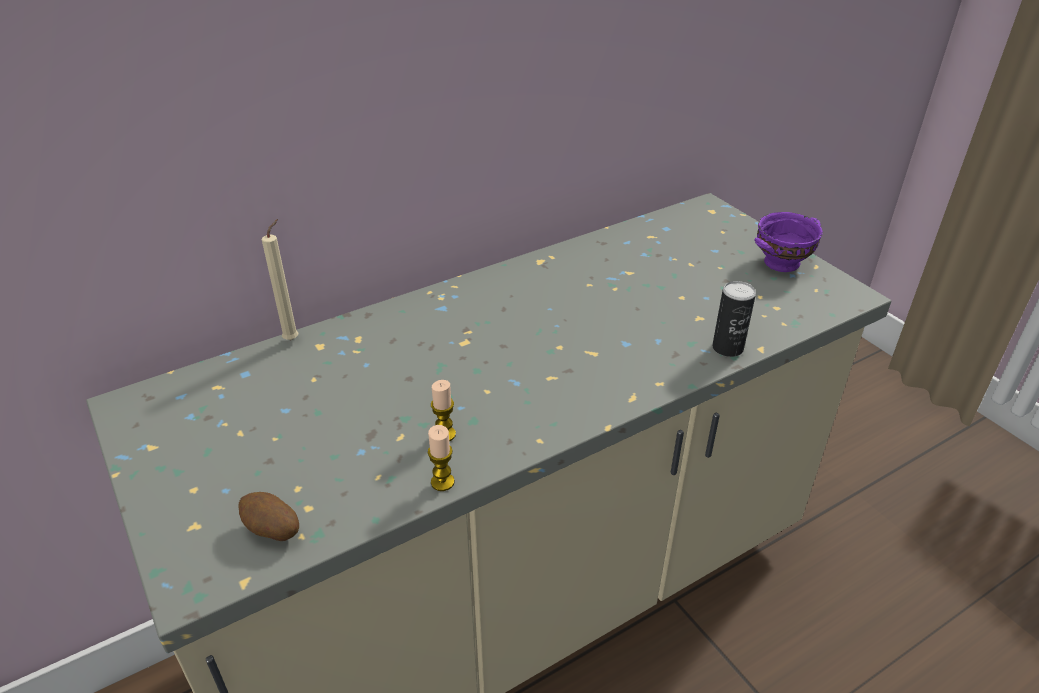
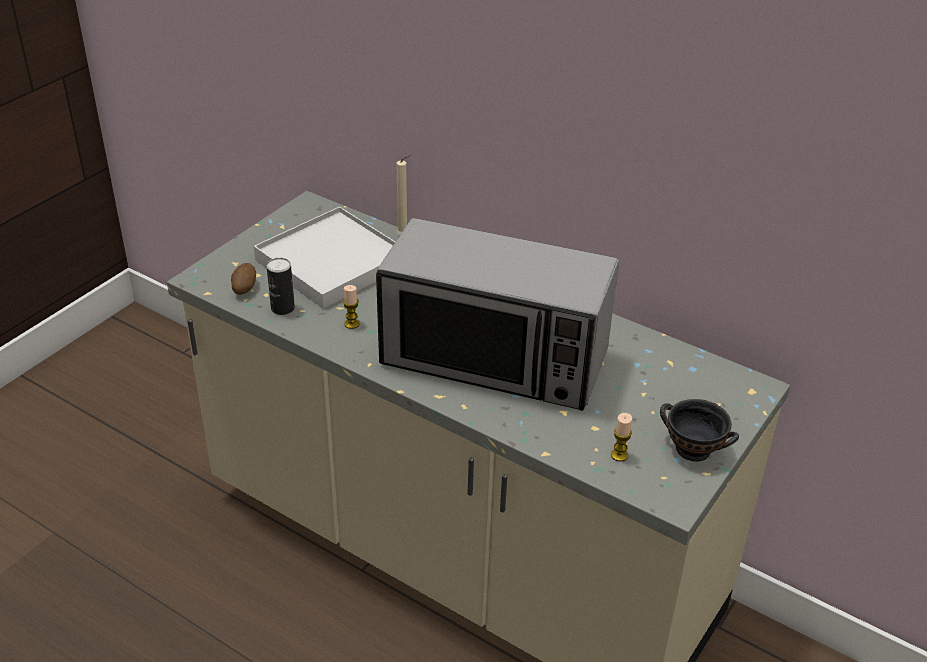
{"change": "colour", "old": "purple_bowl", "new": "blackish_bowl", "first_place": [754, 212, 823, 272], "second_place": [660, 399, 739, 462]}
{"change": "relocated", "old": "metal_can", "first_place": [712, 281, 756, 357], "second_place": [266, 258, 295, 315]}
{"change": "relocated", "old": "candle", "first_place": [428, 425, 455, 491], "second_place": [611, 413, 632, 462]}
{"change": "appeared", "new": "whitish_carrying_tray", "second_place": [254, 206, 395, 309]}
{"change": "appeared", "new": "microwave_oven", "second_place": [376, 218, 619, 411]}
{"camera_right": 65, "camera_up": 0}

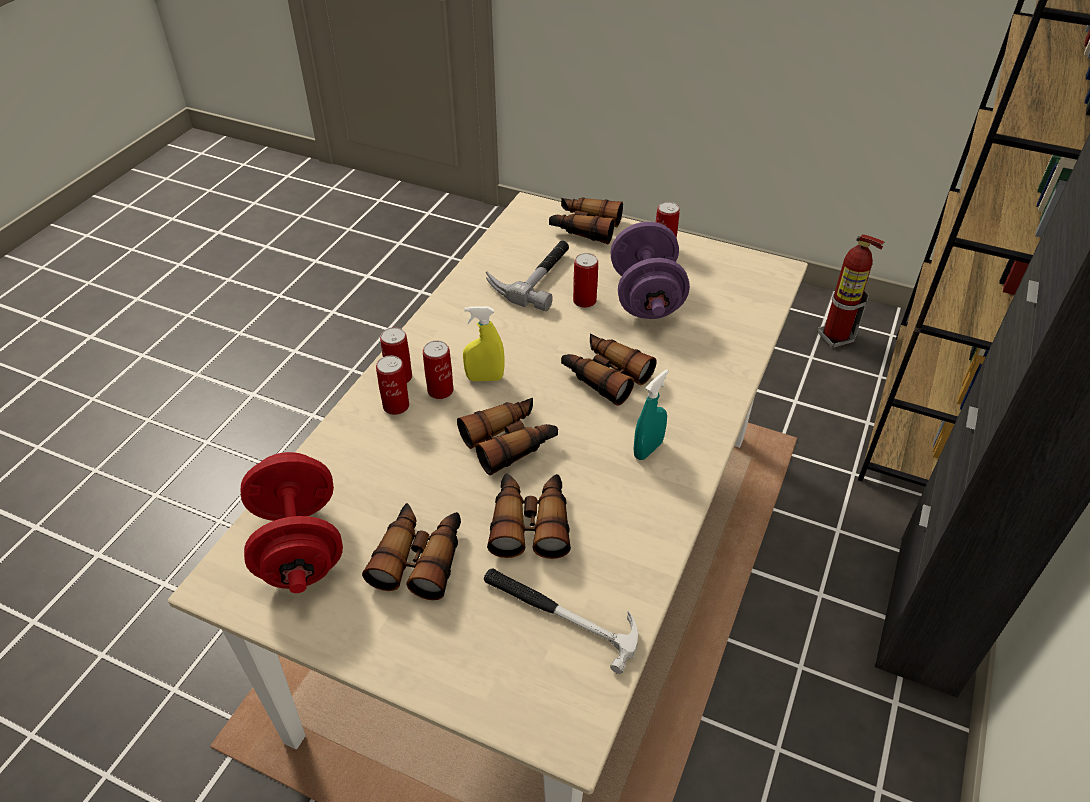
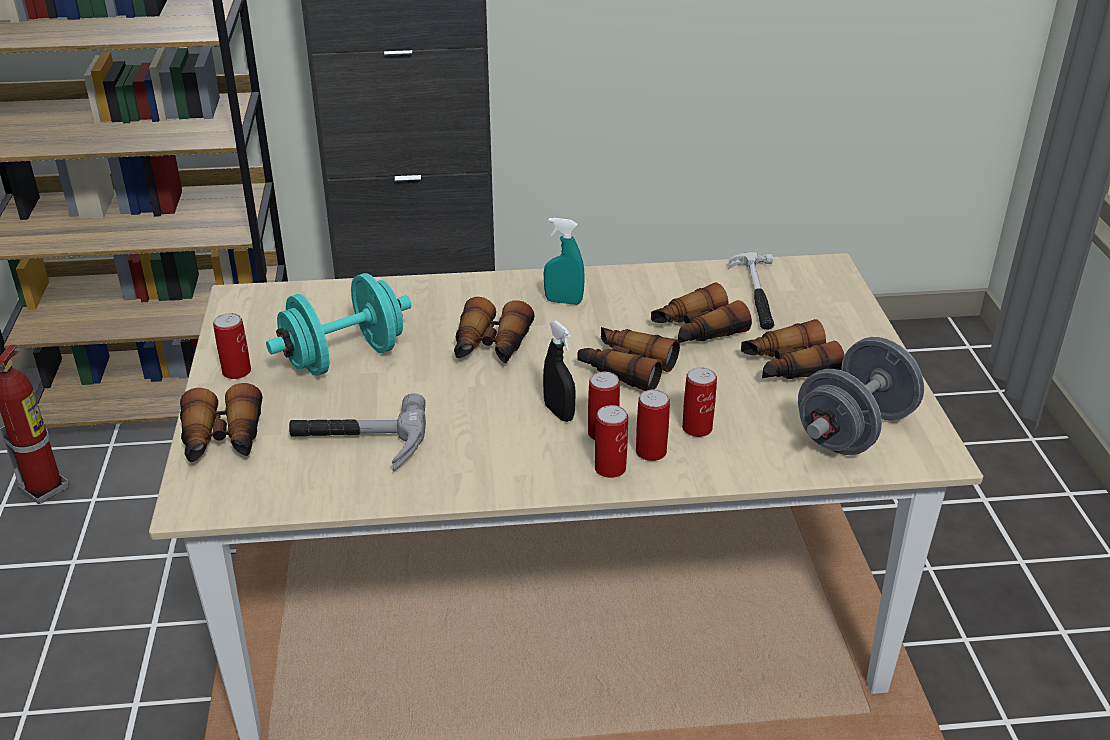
{"change": "colour", "old": "purple_free_weight", "new": "blue-green_free_weight", "first_place": [610, 222, 690, 319], "second_place": [266, 273, 411, 376]}
{"change": "relocated", "old": "metal_can", "first_place": [573, 253, 598, 308], "second_place": [682, 367, 717, 437]}
{"change": "colour", "old": "yellow_spray_bottle", "new": "blackish_spray_bottle", "first_place": [463, 306, 505, 381], "second_place": [543, 320, 576, 422]}
{"change": "colour", "old": "reddish_free_weight", "new": "grey_free_weight", "first_place": [240, 452, 343, 593], "second_place": [798, 337, 924, 455]}
{"camera_right": -120, "camera_up": -10}

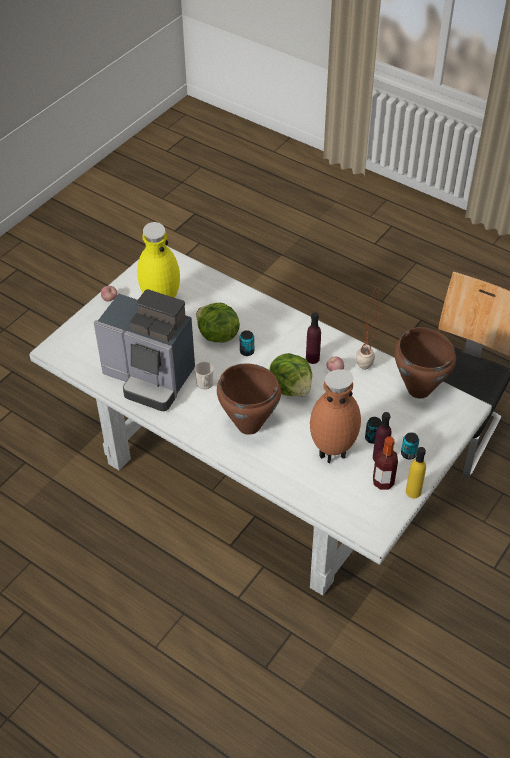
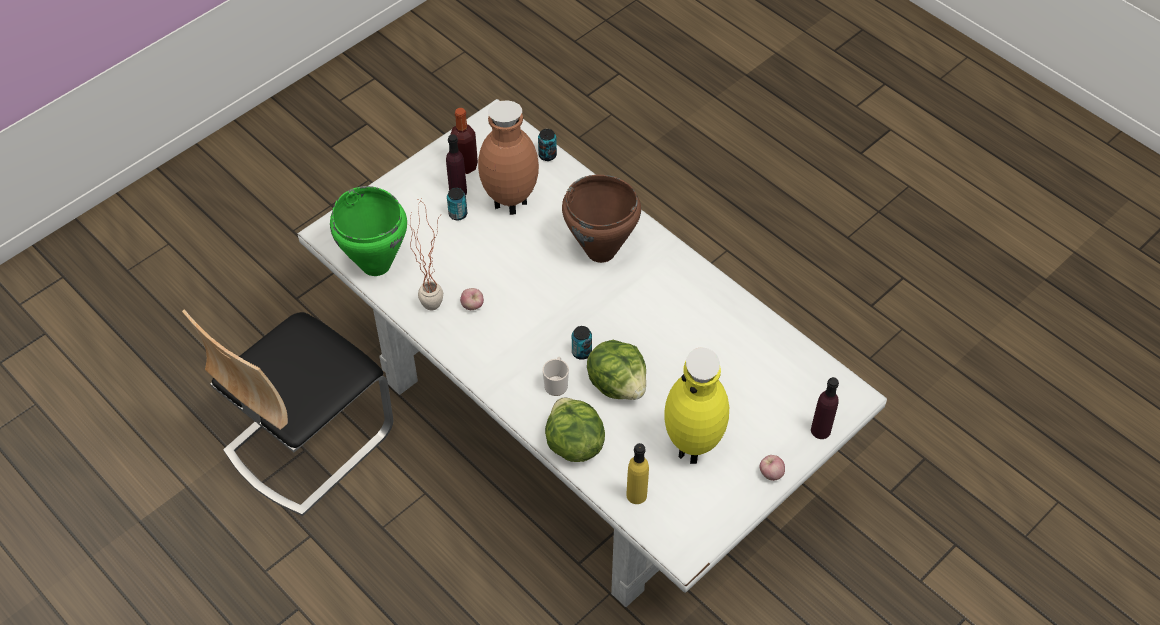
{"change": "missing", "old": "coffee_maker", "first_place": [94, 289, 195, 411]}
{"change": "relocated", "old": "purple_drink_bottle", "first_place": [306, 312, 321, 364], "second_place": [811, 377, 839, 439]}
{"change": "colour", "old": "brown_saucepot", "new": "green_saucepot", "first_place": [395, 327, 456, 399], "second_place": [330, 186, 407, 276]}
{"change": "relocated", "old": "lettuce_head", "first_place": [270, 353, 312, 397], "second_place": [545, 397, 605, 462]}
{"change": "relocated", "old": "coffee_mug", "first_place": [194, 361, 214, 389], "second_place": [542, 357, 569, 396]}
{"change": "relocated", "old": "metal_can", "first_place": [401, 432, 419, 459], "second_place": [538, 129, 557, 161]}
{"change": "relocated", "old": "yellow_drink_bottle", "first_place": [406, 447, 426, 499], "second_place": [626, 443, 649, 504]}
{"camera_right": -170, "camera_up": 5}

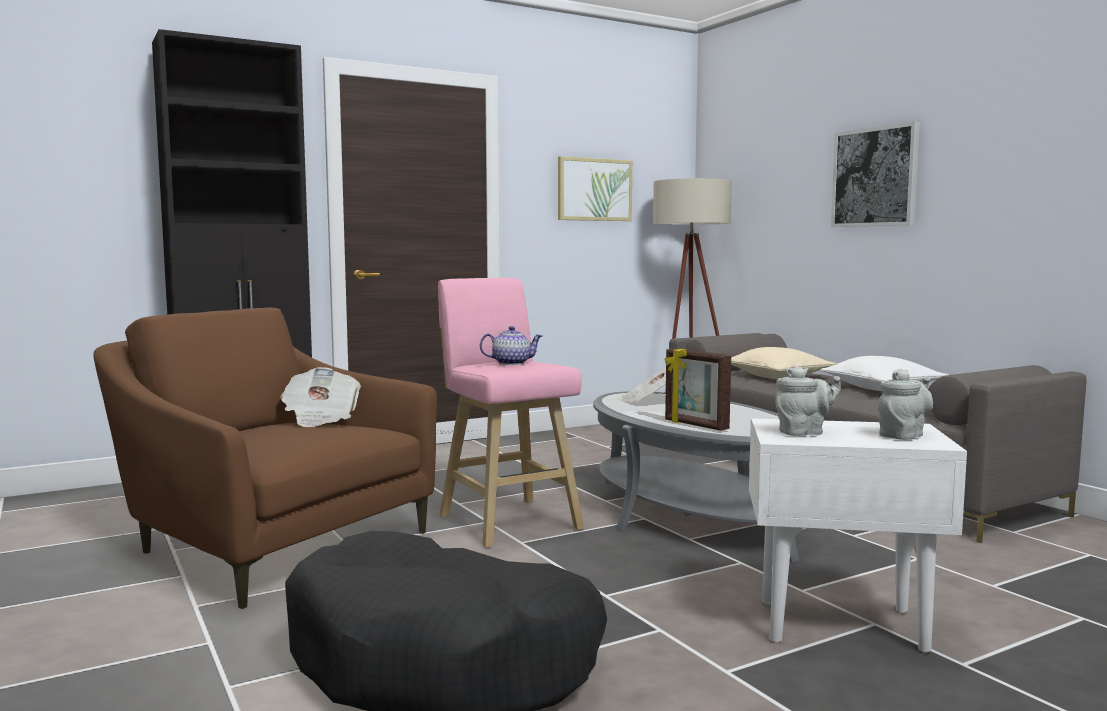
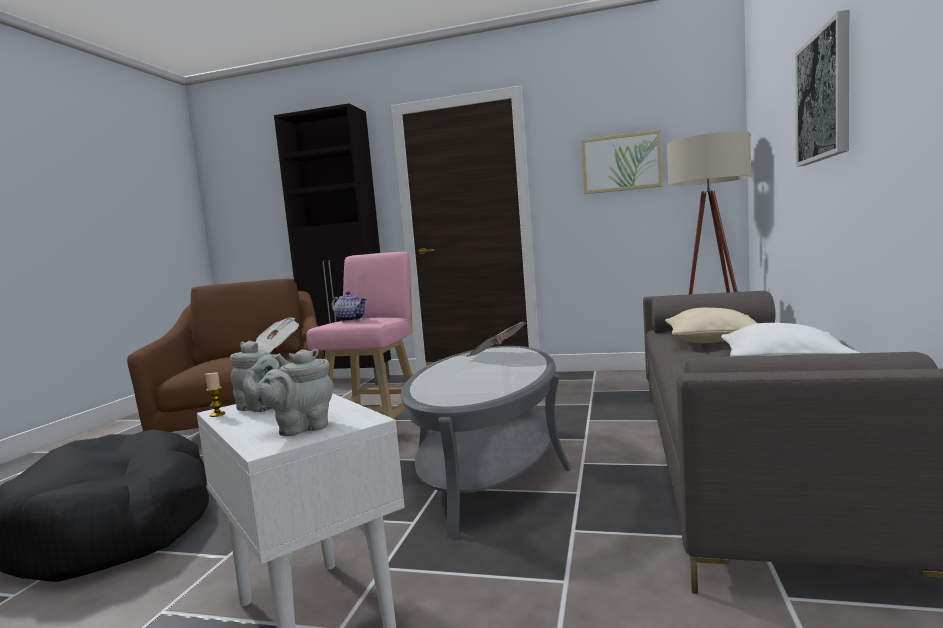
{"change": "missing", "old": "picture_frame", "first_place": [665, 348, 731, 431]}
{"change": "spun", "old": "grey_pot_for_tea", "first_place": [878, 369, 933, 440], "second_place": [243, 349, 334, 436], "degrees": 150}
{"change": "appeared", "new": "candle", "second_place": [205, 372, 225, 417]}
{"camera_right": 45, "camera_up": 0}

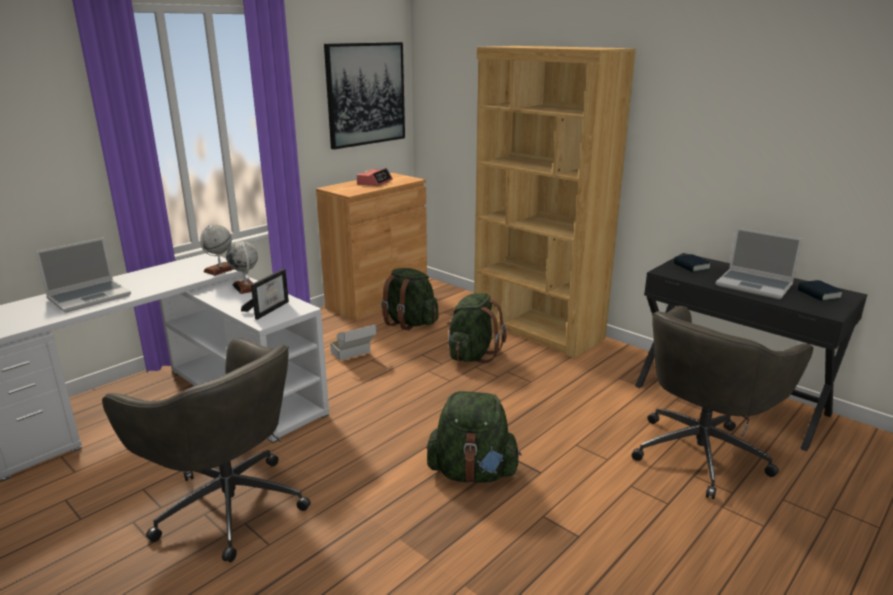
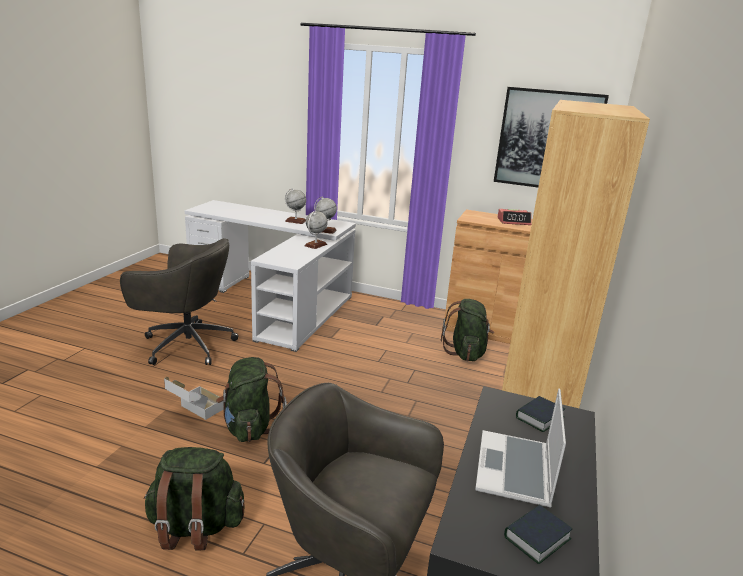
{"change": "missing", "old": "laptop", "first_place": [36, 238, 131, 313]}
{"change": "missing", "old": "picture_frame", "first_place": [241, 269, 289, 320]}
{"change": "relocated", "old": "green_backpack", "first_place": [447, 293, 506, 364], "second_place": [144, 447, 245, 551]}
{"change": "relocated", "old": "packing_box", "first_place": [330, 324, 377, 361], "second_place": [164, 377, 224, 420]}
{"change": "spun", "old": "grey_desk_chair", "first_place": [102, 338, 311, 562], "second_place": [120, 238, 238, 365], "degrees": -90}
{"change": "appeared", "new": "globe", "second_place": [285, 188, 306, 224]}
{"camera_right": 65, "camera_up": 0}

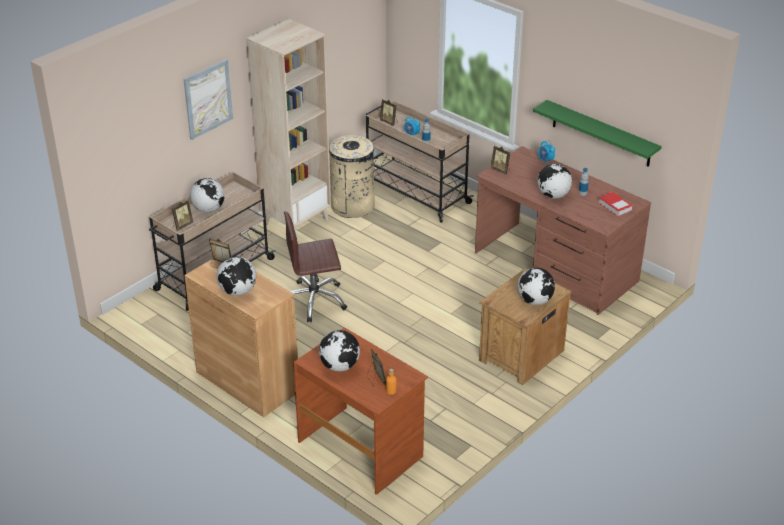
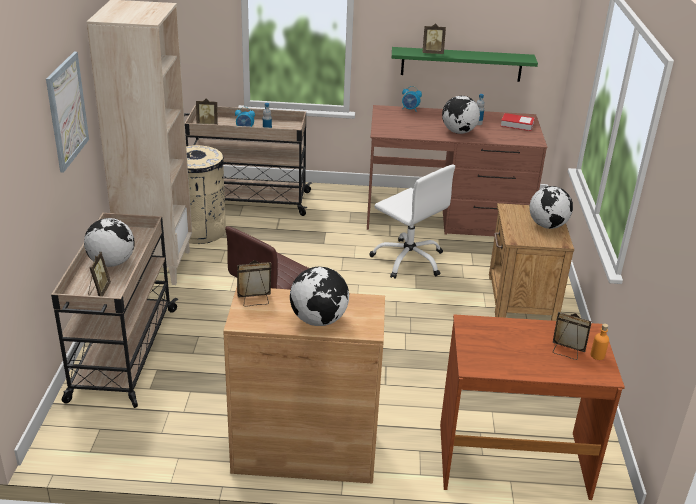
{"change": "relocated", "old": "picture_frame", "first_place": [491, 146, 510, 175], "second_place": [422, 23, 446, 54]}
{"change": "missing", "old": "globe", "first_place": [319, 330, 360, 372]}
{"change": "appeared", "new": "whitish_desk_chair", "second_place": [369, 165, 455, 279]}
{"camera_right": -40, "camera_up": -5}

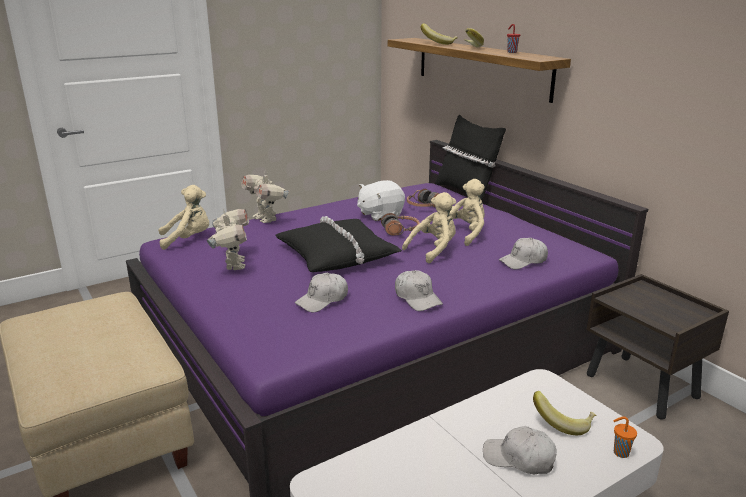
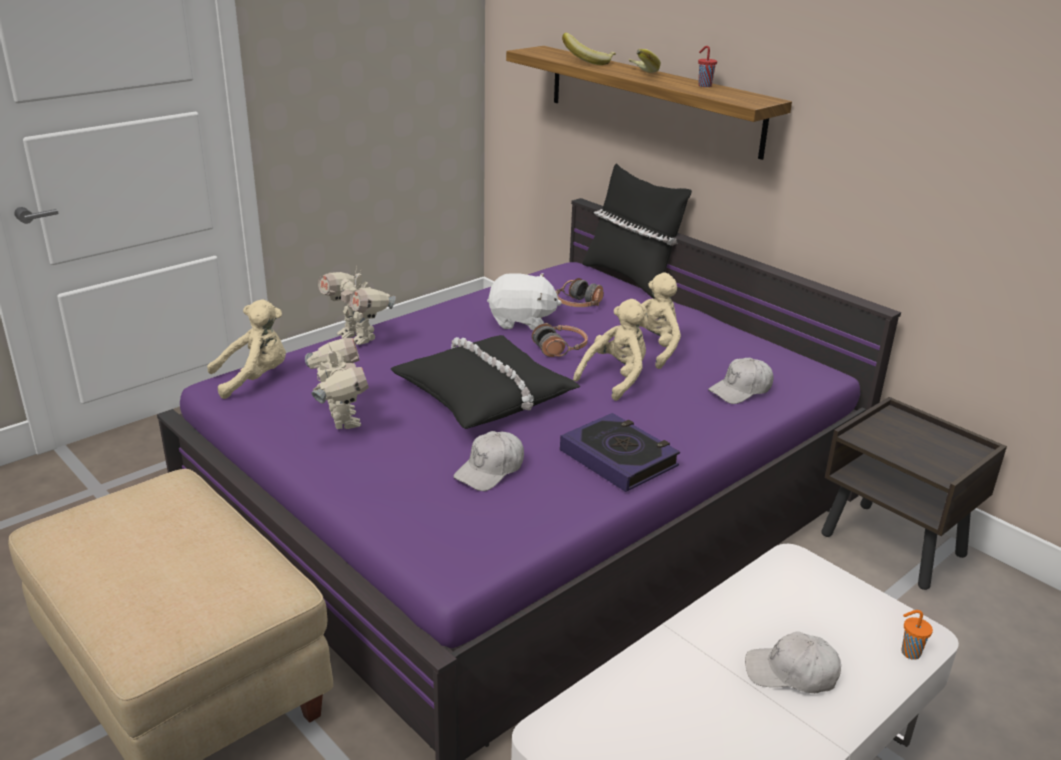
{"change": "spun", "old": "whitish_soft_toy", "first_place": [357, 180, 405, 221], "second_place": [487, 273, 562, 330], "degrees": -135}
{"change": "exchanged", "old": "whitish_peaked_cap", "new": "volume", "first_place": [395, 270, 443, 311], "second_place": [560, 413, 680, 492]}
{"change": "missing", "old": "banana", "first_place": [533, 391, 596, 435]}
{"camera_right": -10, "camera_up": 5}

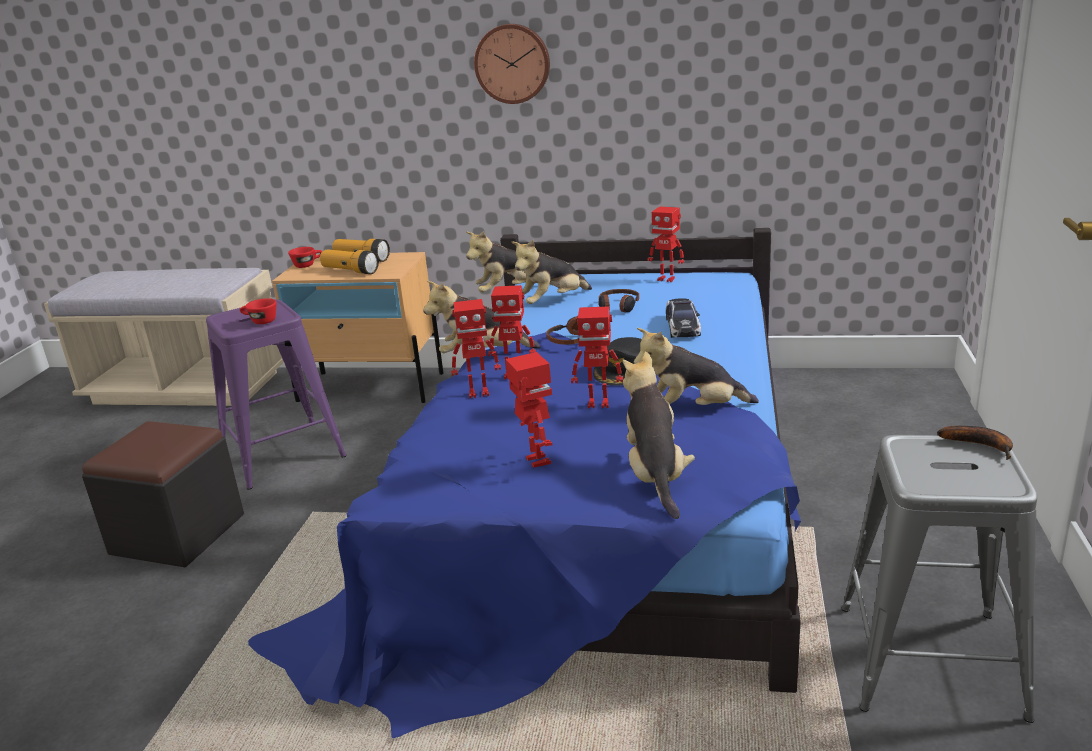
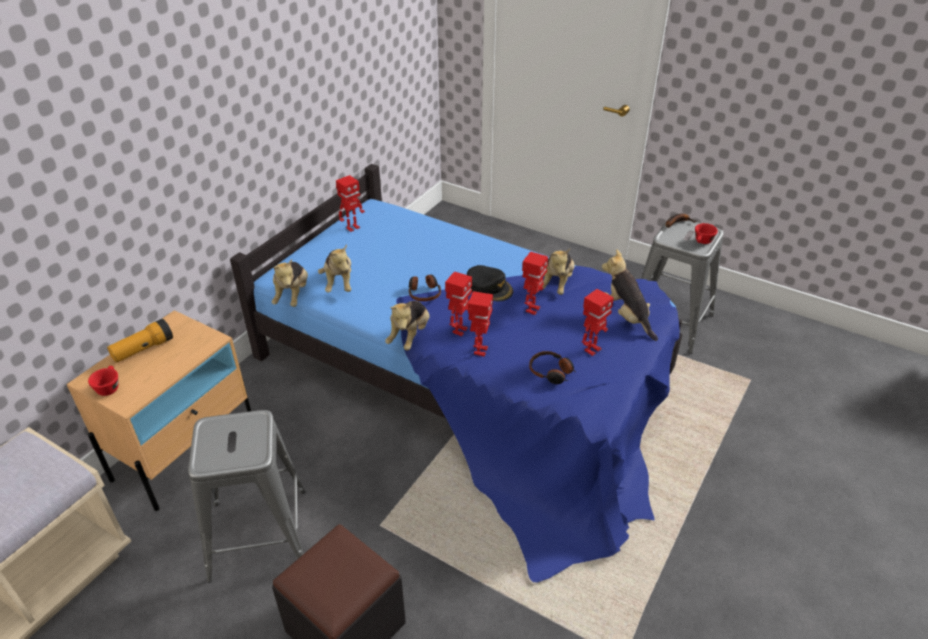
{"change": "missing", "old": "hanging_clock", "first_place": [474, 24, 550, 104]}
{"change": "missing", "old": "torch", "first_place": [320, 250, 379, 274]}
{"change": "relocated", "old": "headset", "first_place": [599, 289, 639, 313], "second_place": [529, 351, 576, 384]}
{"change": "relocated", "old": "reddish_cup", "first_place": [240, 298, 277, 324], "second_place": [695, 223, 718, 244]}
{"change": "missing", "old": "model_car", "first_place": [666, 298, 701, 338]}
{"change": "colour", "old": "purple_sitting_stool", "new": "grey_sitting_stool", "first_place": [206, 300, 346, 489], "second_place": [188, 410, 306, 583]}
{"change": "spun", "old": "model_robot", "first_place": [505, 352, 553, 468], "second_place": [582, 289, 614, 356], "degrees": 135}
{"change": "spun", "old": "soft_toy", "first_place": [623, 352, 695, 519], "second_place": [602, 249, 658, 341], "degrees": 45}
{"camera_right": -70, "camera_up": 15}

